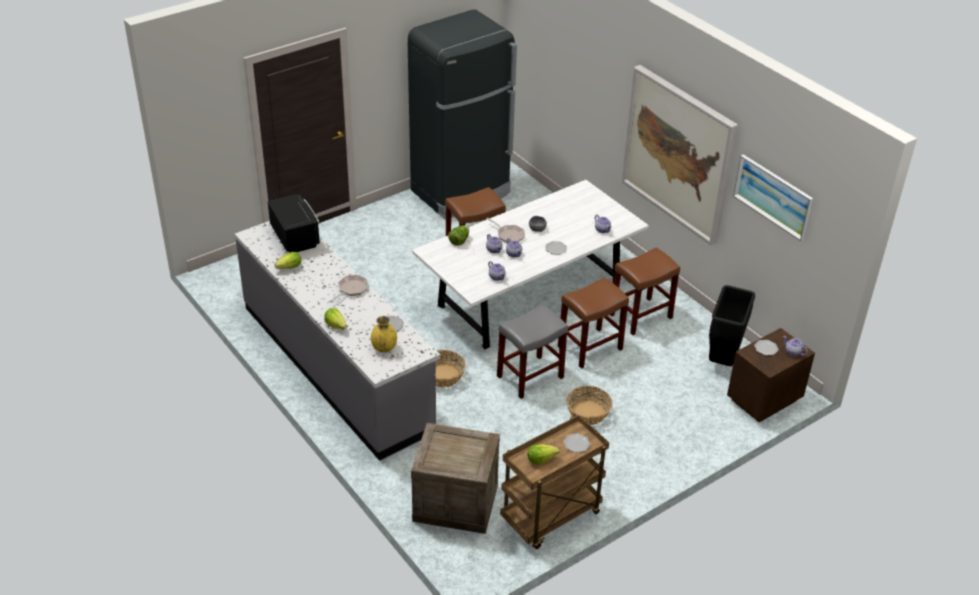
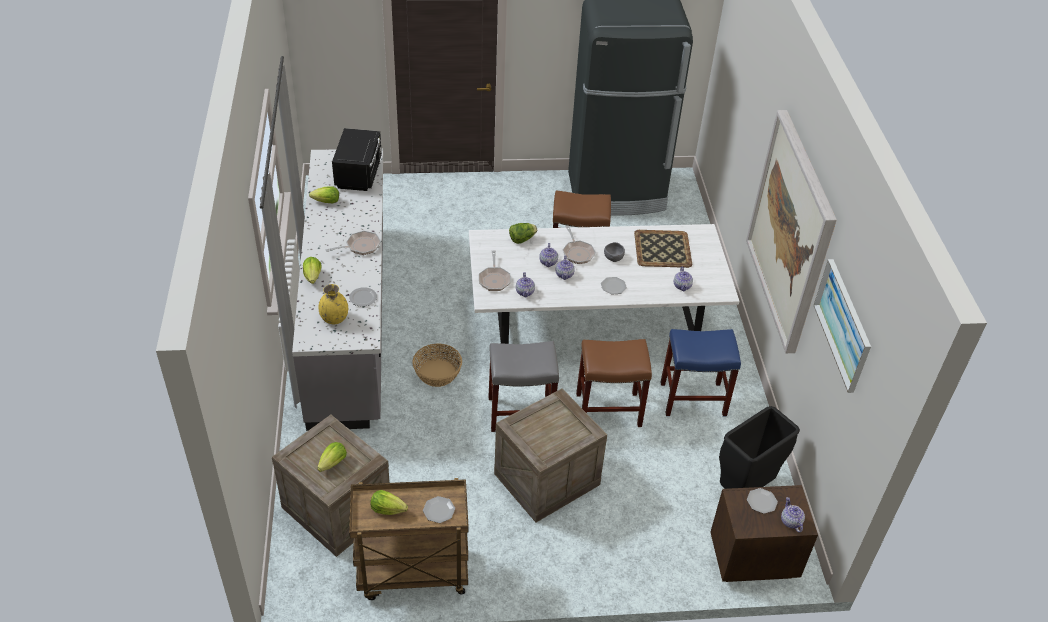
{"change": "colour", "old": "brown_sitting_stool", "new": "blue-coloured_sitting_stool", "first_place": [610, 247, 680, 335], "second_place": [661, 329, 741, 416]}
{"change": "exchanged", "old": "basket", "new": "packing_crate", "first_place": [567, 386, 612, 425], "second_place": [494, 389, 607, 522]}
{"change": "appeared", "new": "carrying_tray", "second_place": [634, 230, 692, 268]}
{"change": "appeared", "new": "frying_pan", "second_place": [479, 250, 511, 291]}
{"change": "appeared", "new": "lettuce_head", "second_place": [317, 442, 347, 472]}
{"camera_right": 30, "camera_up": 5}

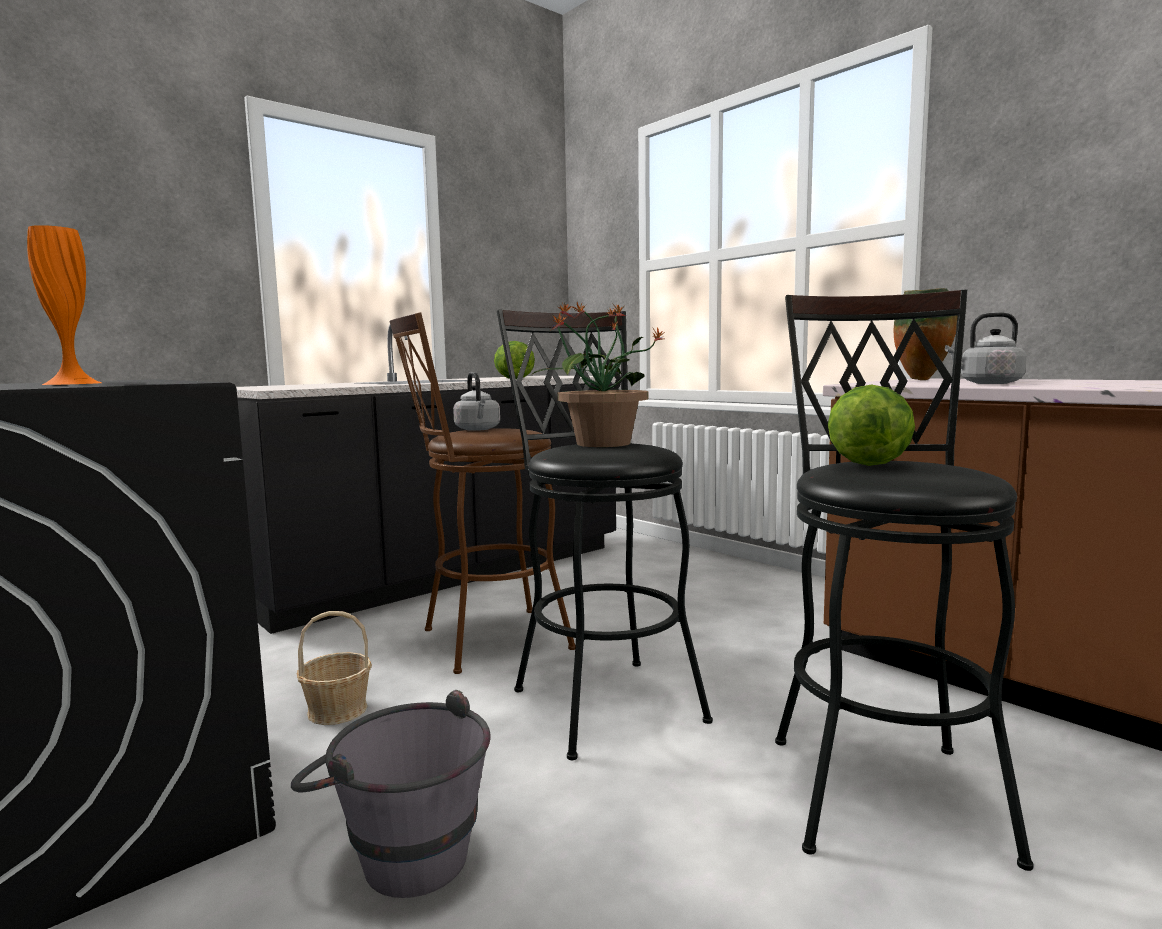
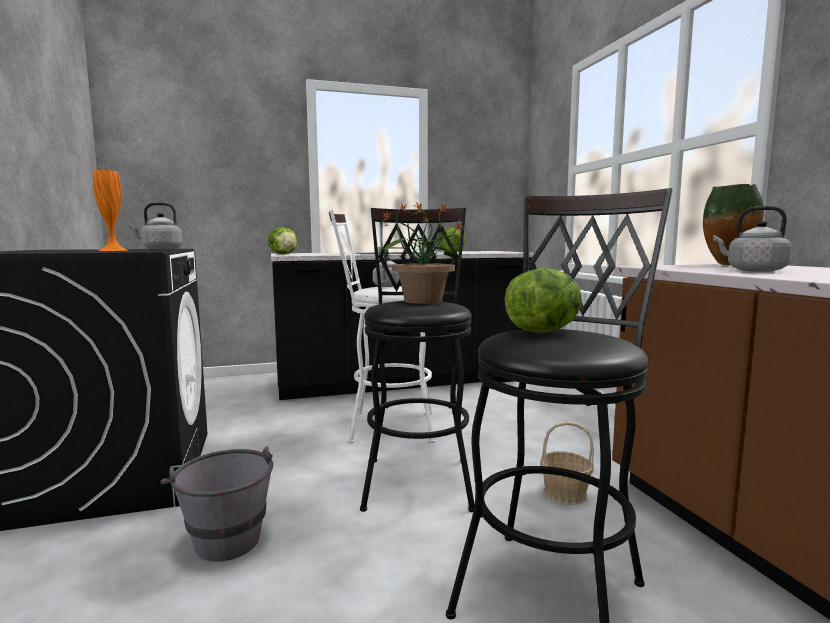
{"change": "colour", "old": "brown_sitting_stool", "new": "whitish_sitting_stool", "first_place": [390, 312, 576, 674], "second_place": [329, 210, 435, 443]}
{"change": "relocated", "old": "basket", "first_place": [297, 611, 372, 725], "second_place": [540, 421, 594, 505]}
{"change": "appeared", "new": "grey_tea_kettle", "second_place": [128, 202, 183, 250]}
{"change": "appeared", "new": "lettuce_head", "second_place": [268, 227, 297, 255]}
{"camera_right": 25, "camera_up": 0}

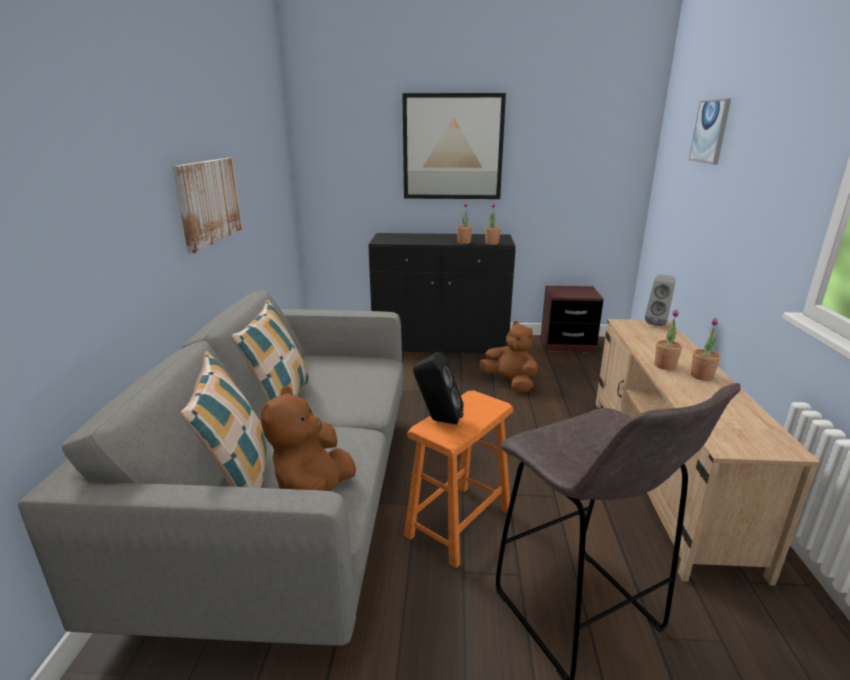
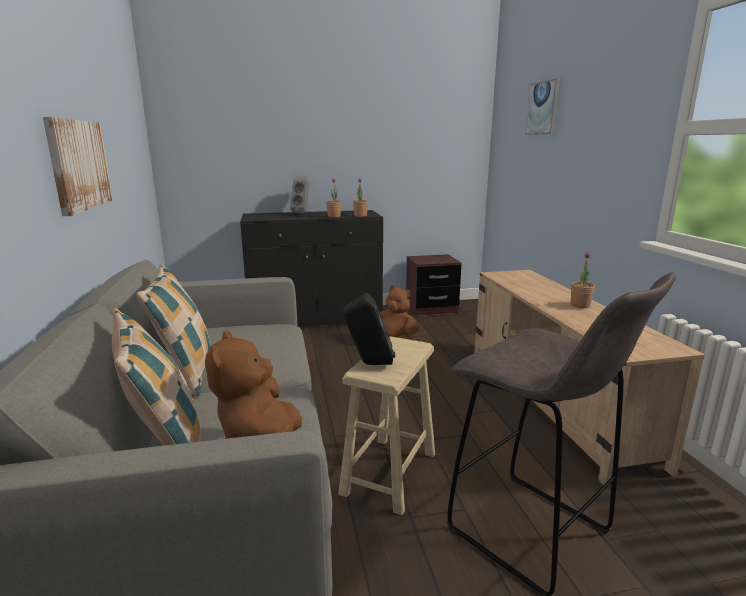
{"change": "missing", "old": "wall_art", "first_place": [402, 93, 506, 199]}
{"change": "relocated", "old": "grey_loudspeaker", "first_place": [645, 274, 676, 326], "second_place": [290, 176, 309, 214]}
{"change": "missing", "old": "plant_in_a_pot", "first_place": [655, 310, 682, 370]}
{"change": "colour", "old": "orangey_sitting_stool", "new": "beige_sitting_stool", "first_place": [404, 390, 513, 568], "second_place": [338, 336, 435, 515]}
{"camera_right": -15, "camera_up": -5}

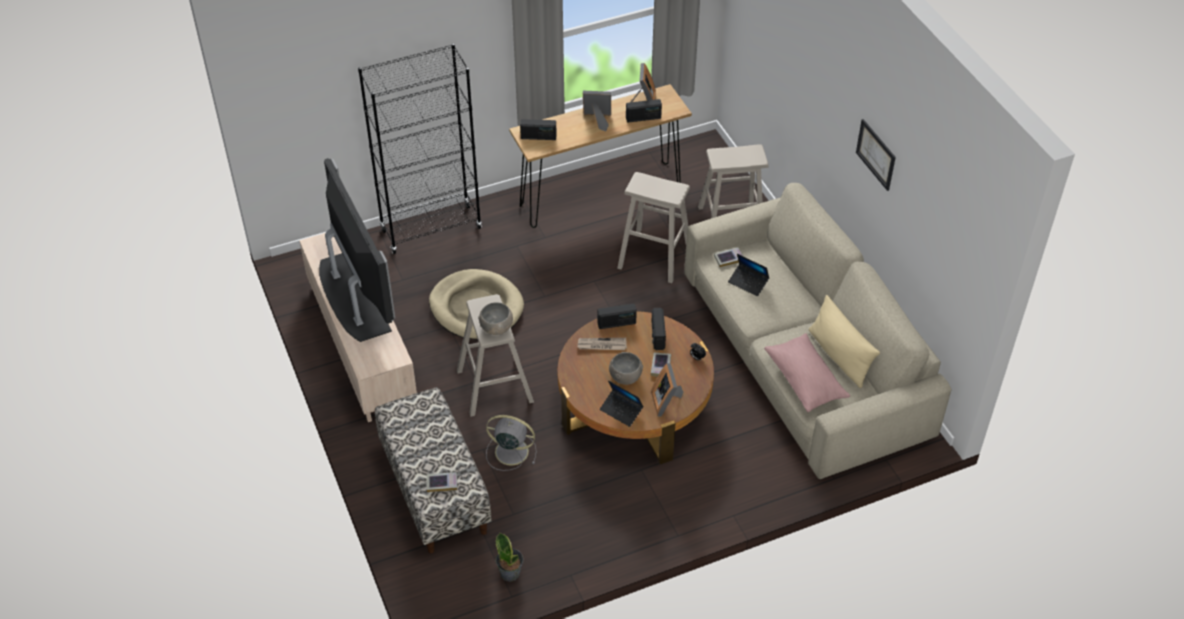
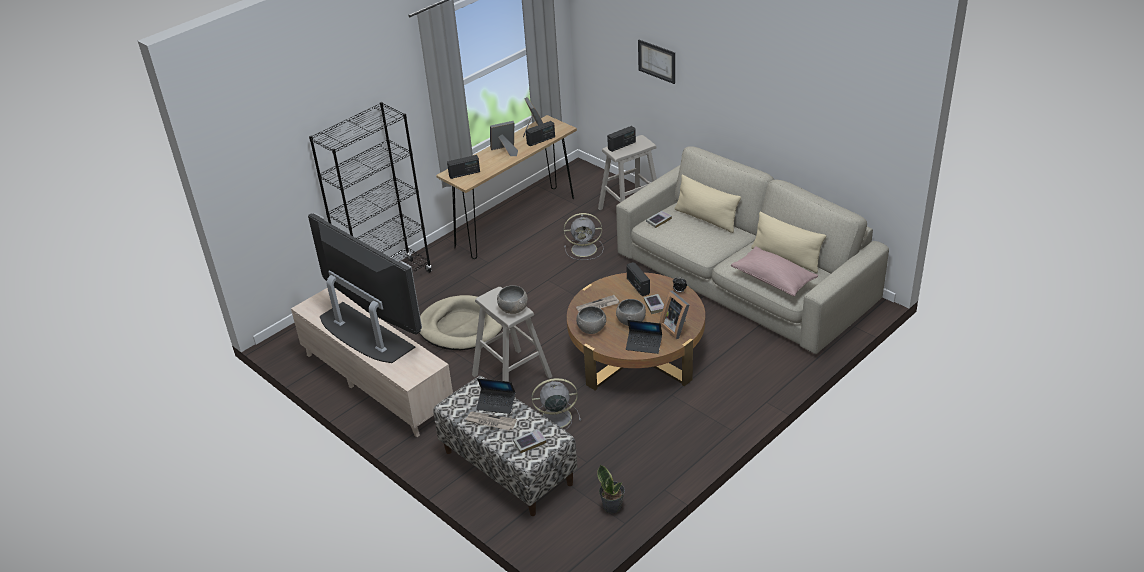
{"change": "relocated", "old": "wall_art", "first_place": [856, 119, 896, 191], "second_place": [638, 40, 675, 84]}
{"change": "exchanged", "old": "beige_sitting_stool", "new": "grey_cooling_fan", "first_place": [617, 172, 690, 283], "second_place": [564, 213, 604, 260]}
{"change": "relocated", "old": "laptop", "first_place": [728, 254, 770, 296], "second_place": [476, 378, 516, 414]}
{"change": "relocated", "old": "radio", "first_place": [598, 304, 637, 329], "second_place": [607, 126, 636, 152]}
{"change": "appeared", "new": "beige_cushion", "second_place": [674, 174, 741, 233]}
{"change": "appeared", "new": "grey_bowl", "second_place": [576, 306, 606, 334]}
{"change": "appeared", "new": "printed_paper", "second_place": [465, 412, 517, 430]}
{"camera_right": -20, "camera_up": -10}

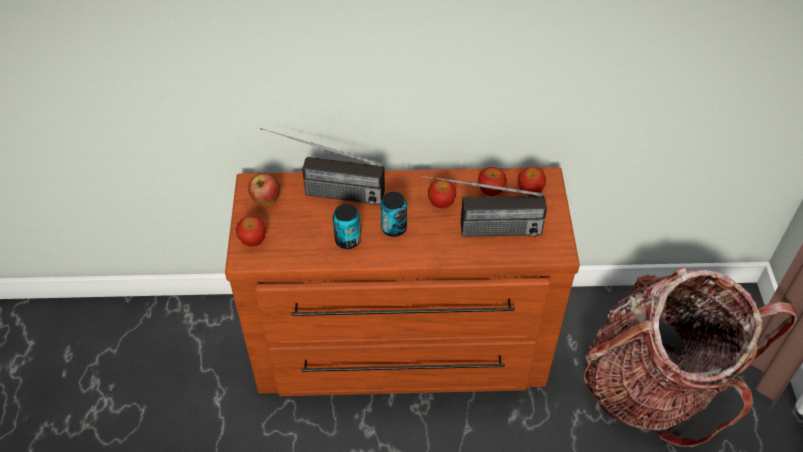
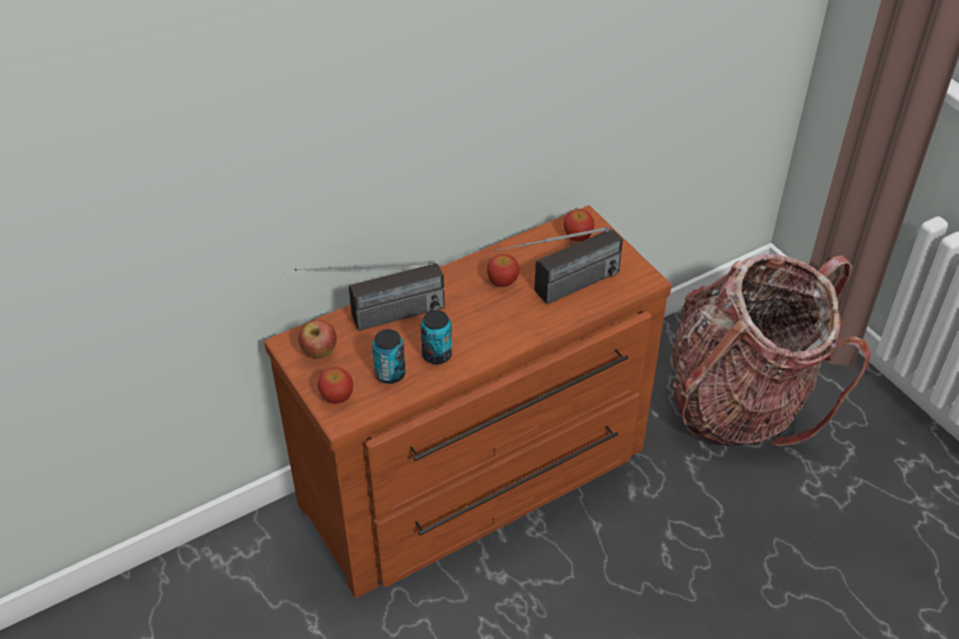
{"change": "missing", "old": "whole_apple", "first_place": [478, 167, 507, 196]}
{"change": "relocated", "old": "metal_can", "first_place": [380, 192, 407, 237], "second_place": [372, 329, 406, 384]}
{"camera_right": -30, "camera_up": -5}

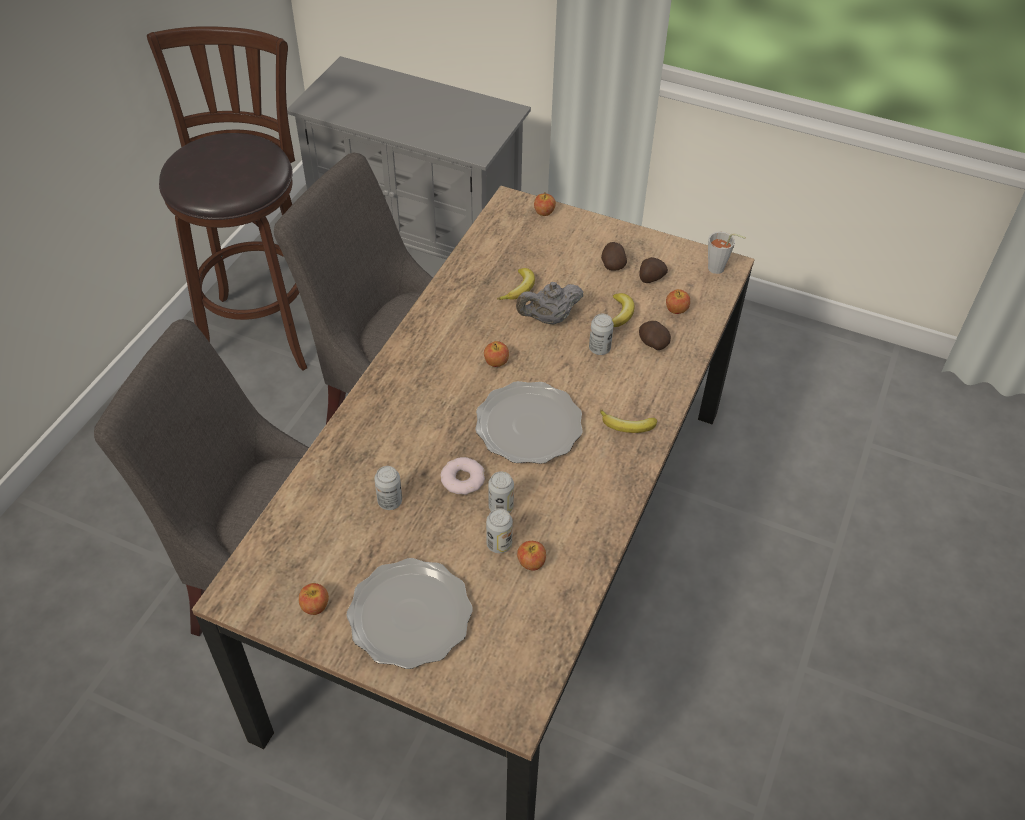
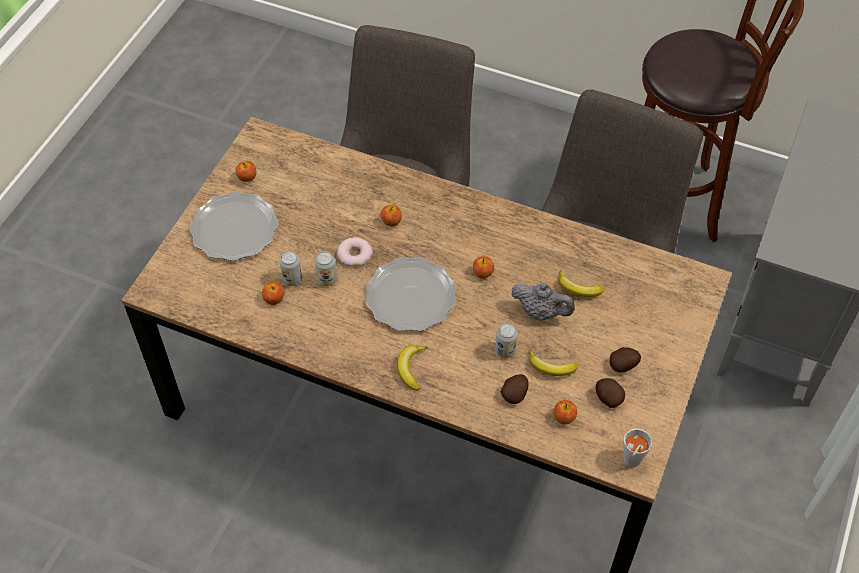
{"change": "relocated", "old": "whole_apple", "first_place": [534, 192, 556, 216], "second_place": [381, 205, 402, 226]}
{"change": "spun", "old": "grey_pot_for_tea", "first_place": [516, 282, 583, 324], "second_place": [511, 283, 575, 321], "degrees": 135}
{"change": "missing", "old": "metal_can", "first_place": [374, 466, 402, 510]}
{"camera_right": 90, "camera_up": 5}

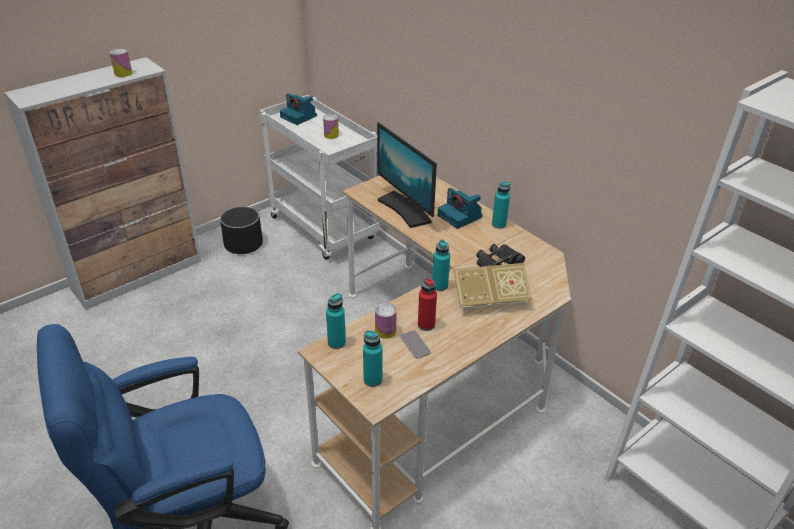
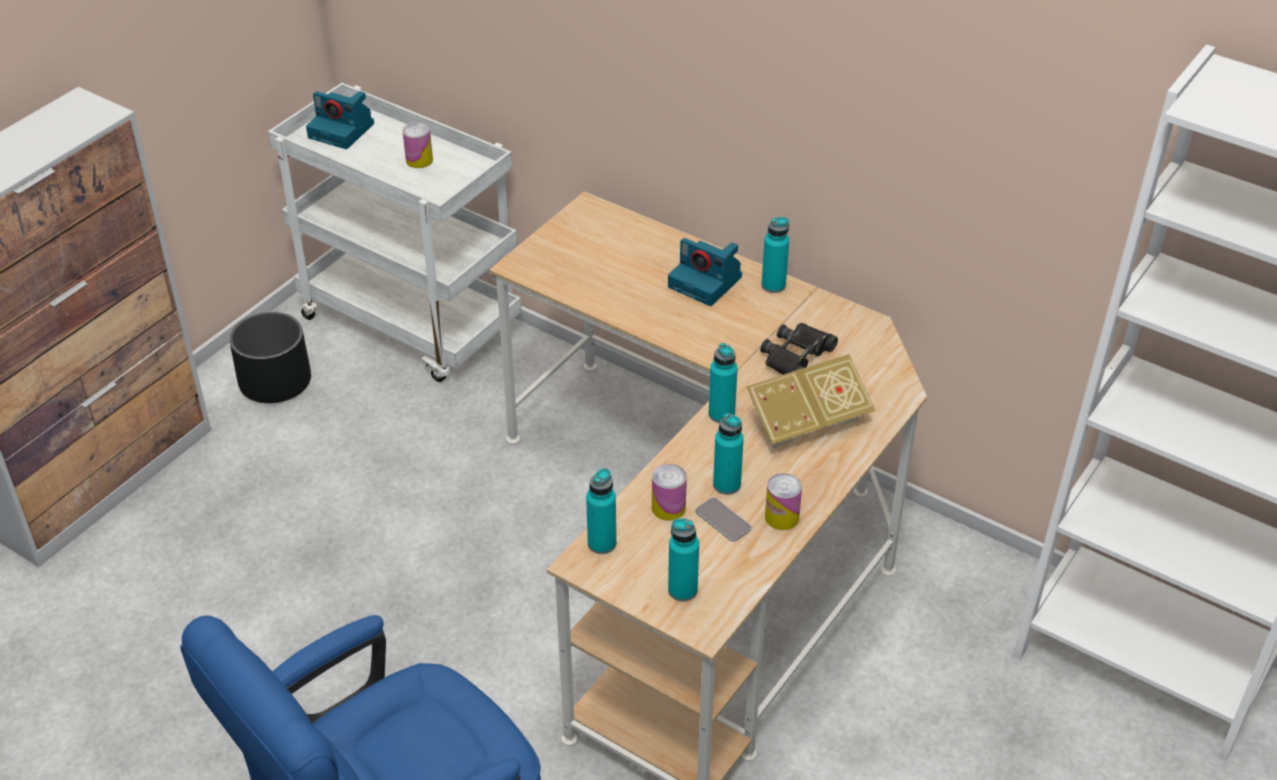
{"change": "relocated", "old": "metal_can", "first_place": [109, 48, 132, 77], "second_place": [765, 473, 802, 530]}
{"change": "missing", "old": "monitor", "first_place": [377, 122, 437, 228]}
{"change": "colour", "old": "reddish_drink_bottle", "new": "blue-green_drink_bottle", "first_place": [418, 277, 437, 331], "second_place": [713, 413, 744, 495]}
{"camera_right": -15, "camera_up": 5}

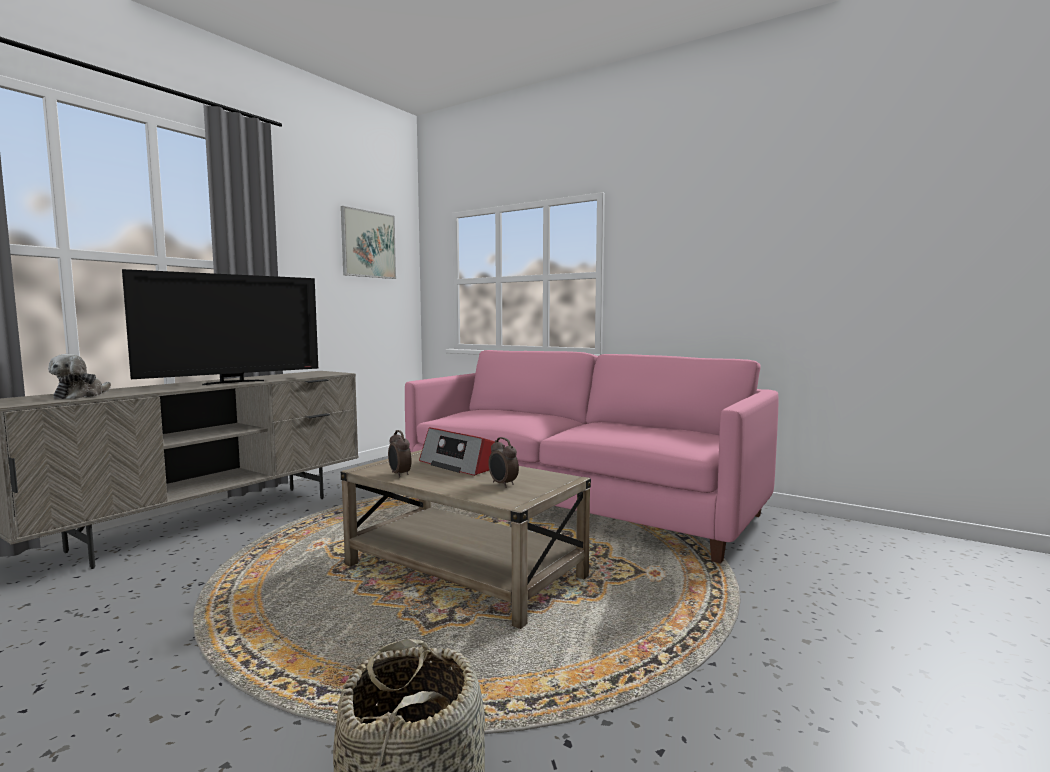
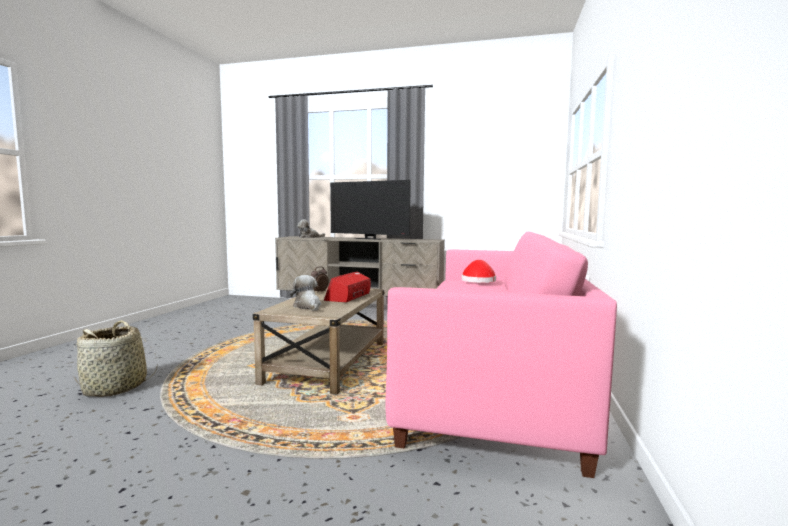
{"change": "missing", "old": "wall_art", "first_place": [341, 206, 396, 279]}
{"change": "exchanged", "old": "table_clock", "new": "soft_toy", "first_place": [488, 437, 519, 488], "second_place": [290, 275, 321, 311]}
{"change": "appeared", "new": "reddish_hat", "second_place": [462, 260, 496, 283]}
{"camera_right": 70, "camera_up": 0}

